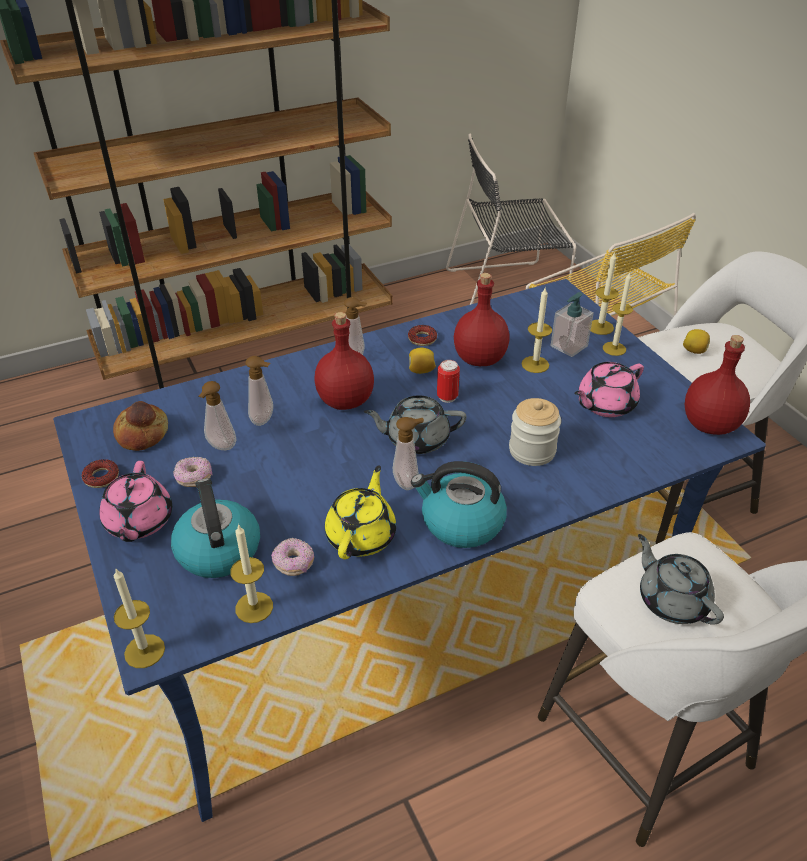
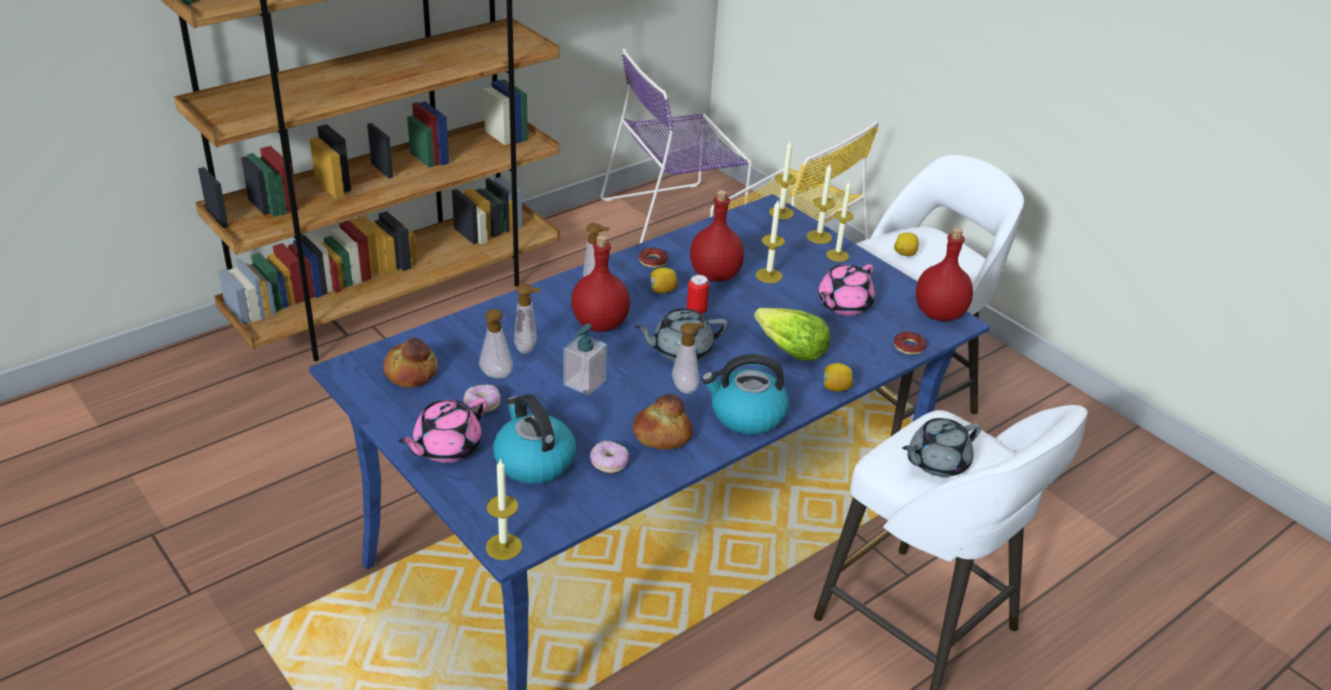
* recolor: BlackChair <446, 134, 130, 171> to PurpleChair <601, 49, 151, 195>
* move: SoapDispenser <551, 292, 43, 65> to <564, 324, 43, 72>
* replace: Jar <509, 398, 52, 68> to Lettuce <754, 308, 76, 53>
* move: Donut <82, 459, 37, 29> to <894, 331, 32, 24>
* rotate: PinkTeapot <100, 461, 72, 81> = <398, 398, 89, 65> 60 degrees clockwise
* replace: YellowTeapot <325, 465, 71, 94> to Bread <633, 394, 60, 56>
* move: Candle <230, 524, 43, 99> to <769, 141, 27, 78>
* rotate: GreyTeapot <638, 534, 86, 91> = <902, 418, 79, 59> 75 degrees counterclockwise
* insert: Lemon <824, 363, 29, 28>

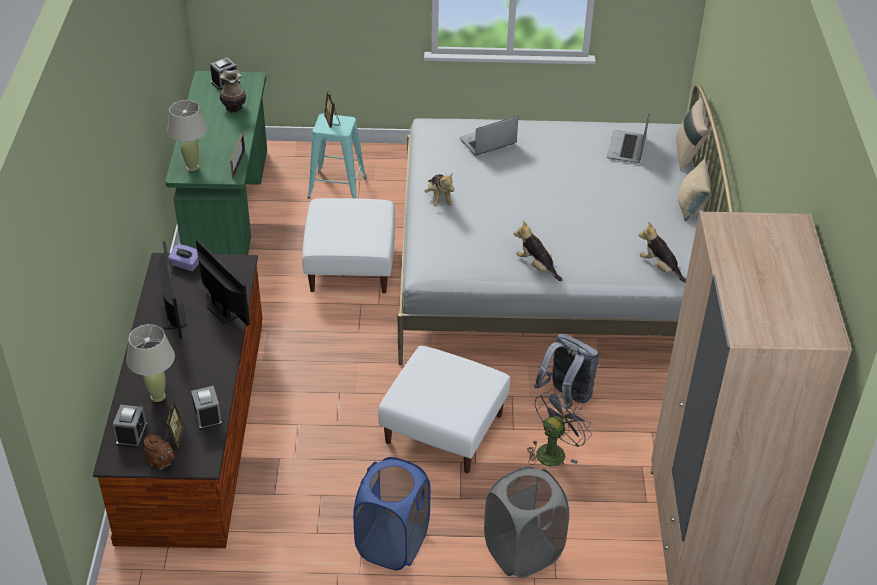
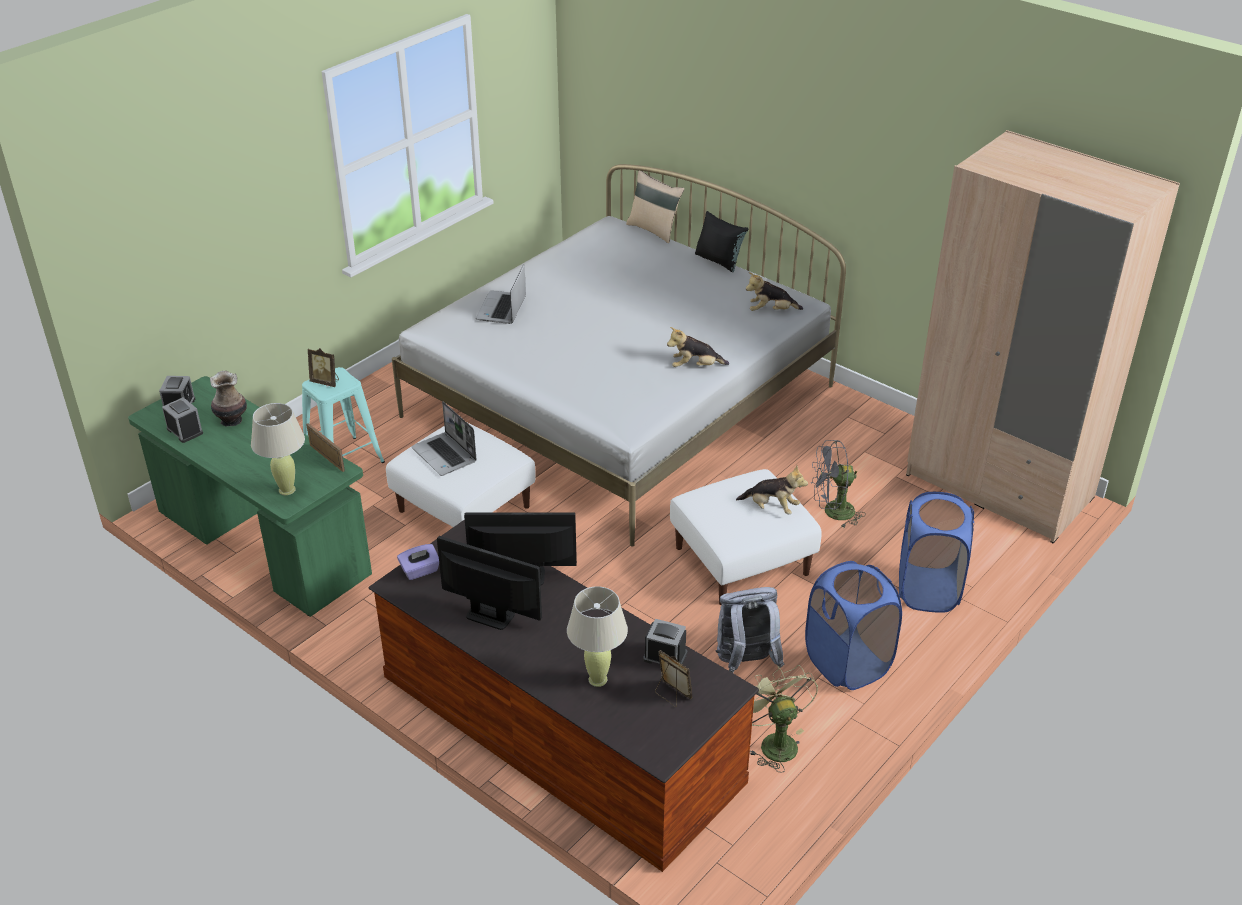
* move: Laptop <607, 109, 43, 54> to <412, 402, 65, 74>
* recolor: BeigePillow <678, 159, 33, 63> to BlackPillow <695, 211, 53, 61>
* move: PlushToy <425, 173, 29, 34> to <736, 465, 72, 50>
* move: GreyBackpack <534, 334, 66, 75> to <716, 587, 68, 86>
* rotate: GreyFan <527, 388, 65, 78> = <811, 440, 55, 88> 90 degrees counterclockwise
* move: AlarmClock <113, 405, 34, 43> to <162, 397, 41, 46>
* delete: BrownTeapot <144, 435, 31, 35>
* recolor: GreyLaundryBasket <484, 466, 85, 112> to BlueLaundryBasket <899, 492, 75, 121>
* insert: GreenFan <750, 665, 68, 108>

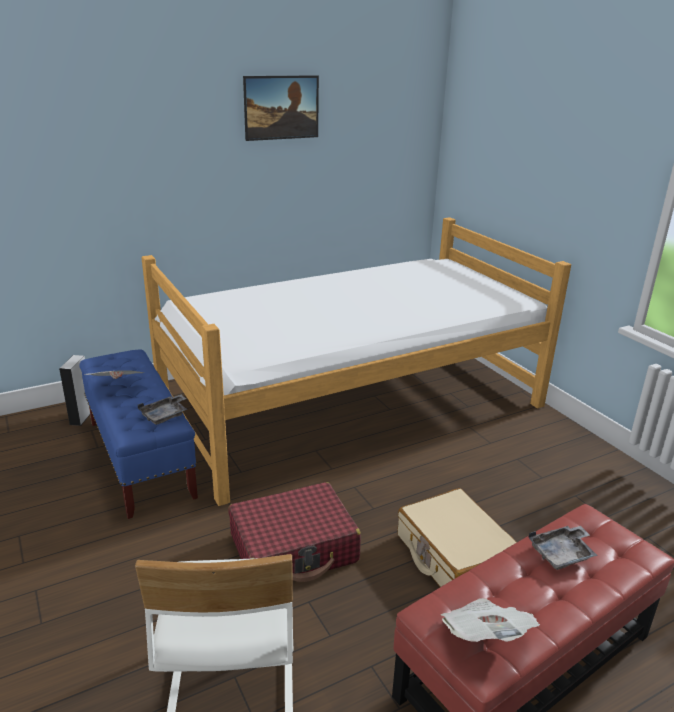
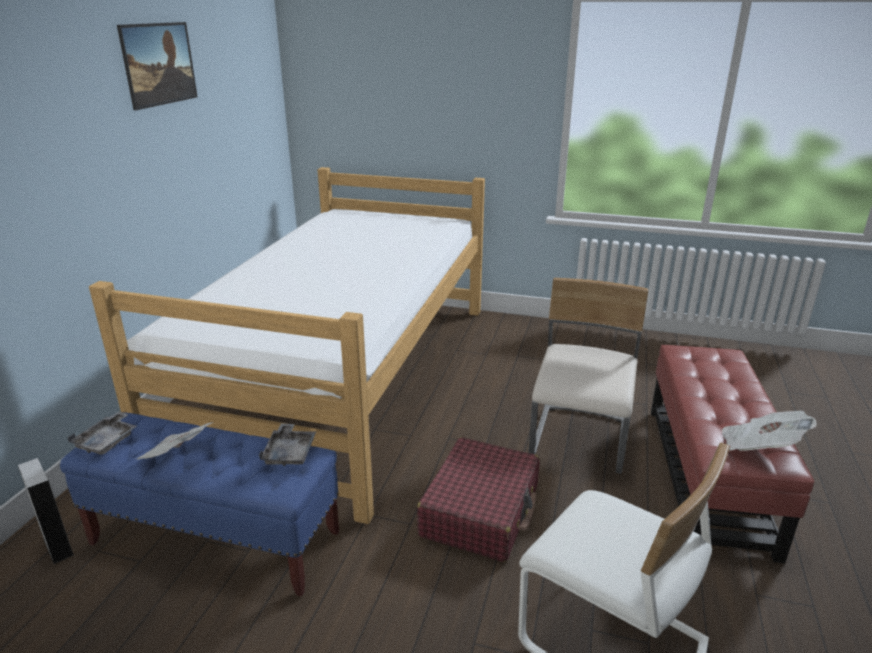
* replace: BeigeSuitcase <398, 488, 119, 99> to BeigeChair <528, 278, 120, 196>
* move: GreyTray <528, 526, 70, 44> to <67, 411, 70, 44>

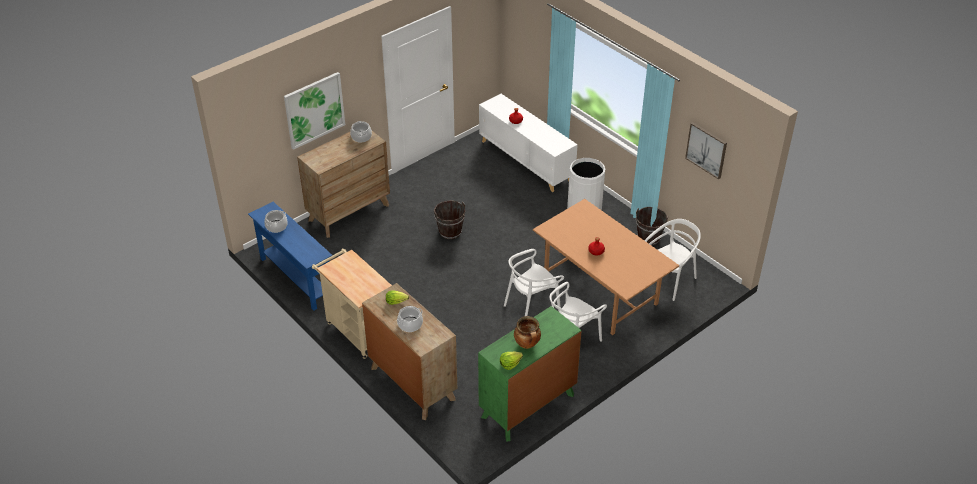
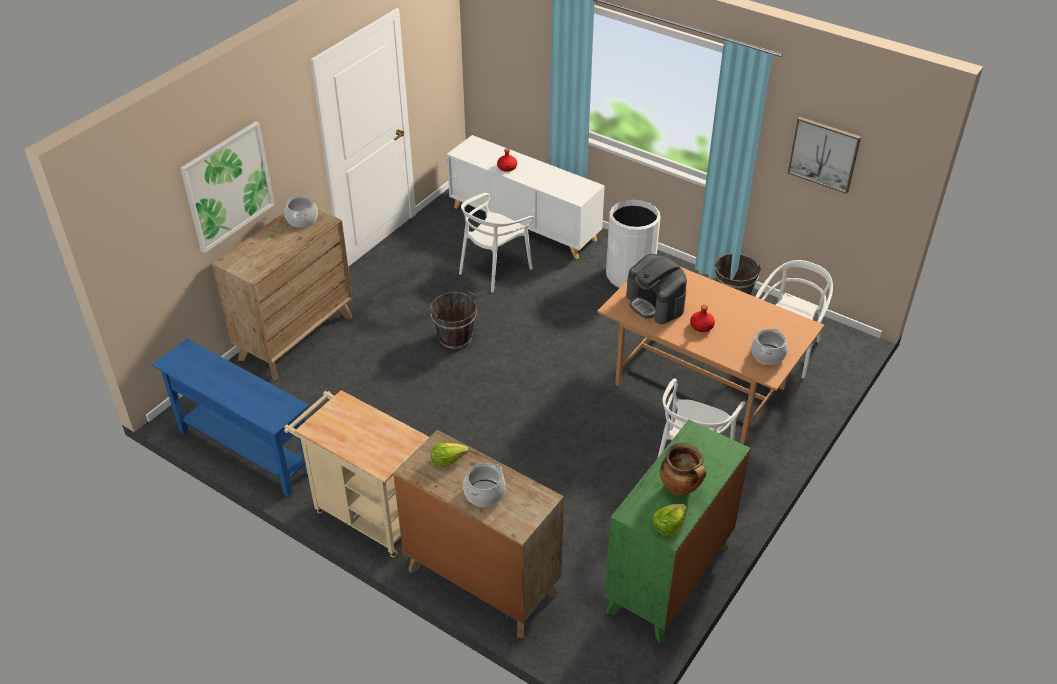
* move: CookingPot <264, 210, 24, 23> to <751, 329, 37, 36>
* move: WhiteChair <504, 249, 60, 67> to <459, 193, 76, 100>
* insert: CoffeeMachine <626, 254, 61, 70>

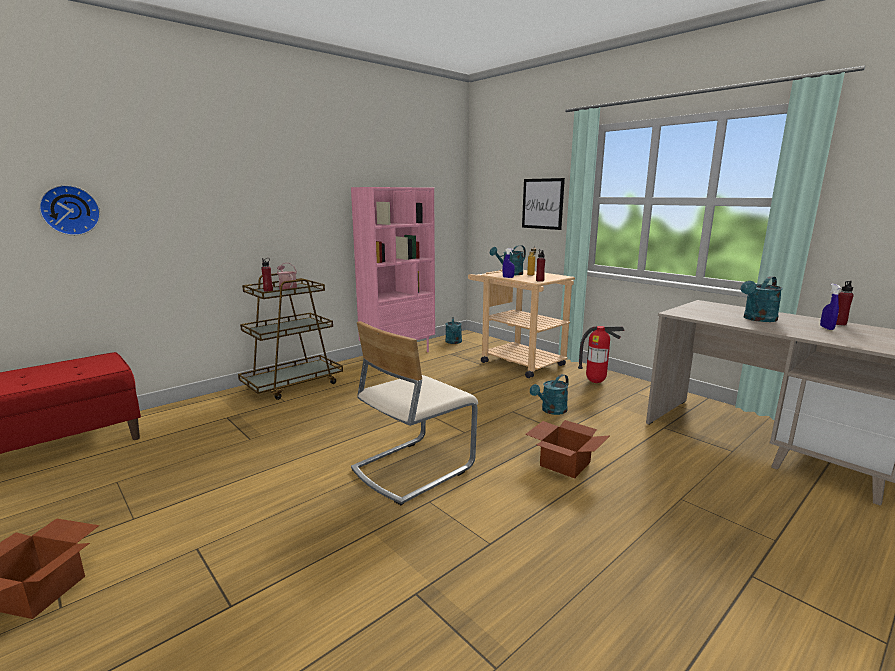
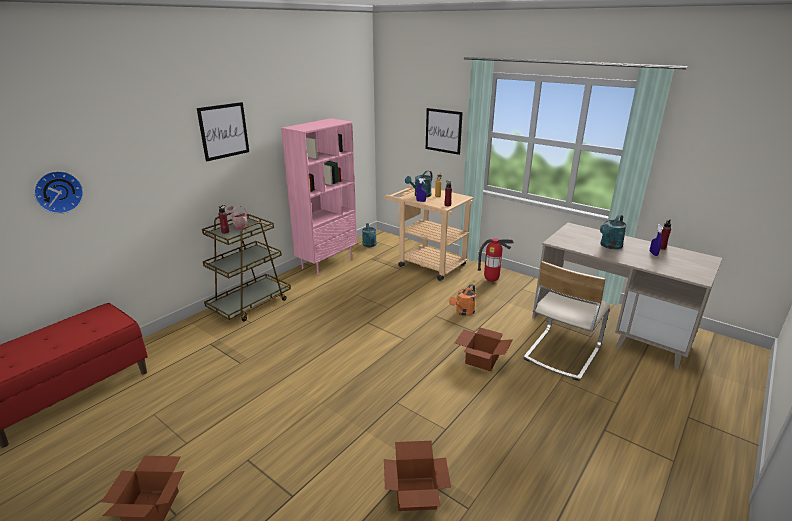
* move: BeigeChair <351, 321, 127, 184> to <523, 261, 87, 120>
* recolor: TurquoiseWateringCan <530, 374, 39, 41> to OrangeWateringCan <449, 284, 27, 32>
* insert: Picture <197, 102, 52, 59>
* insert: CardboardBox <384, 441, 67, 70>

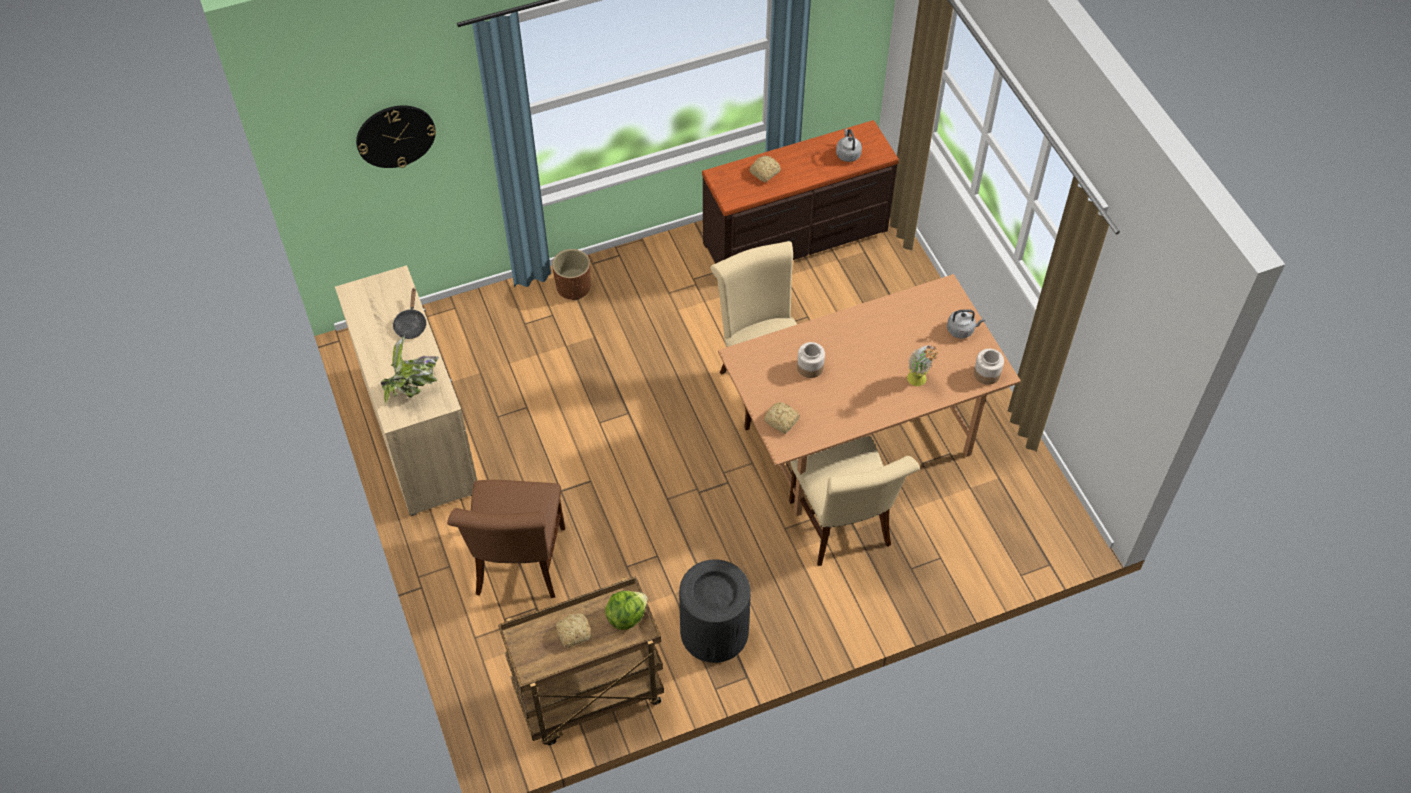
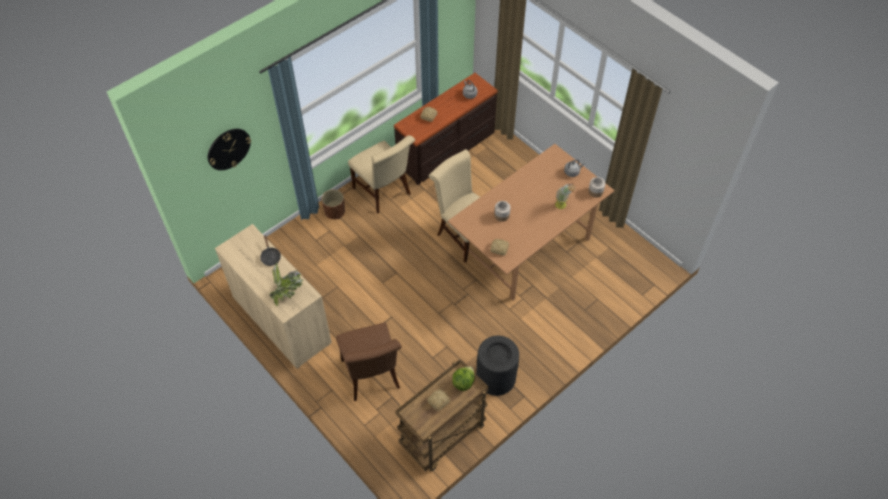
* move: BeigeChair <789, 436, 131, 130> to <348, 135, 67, 79>

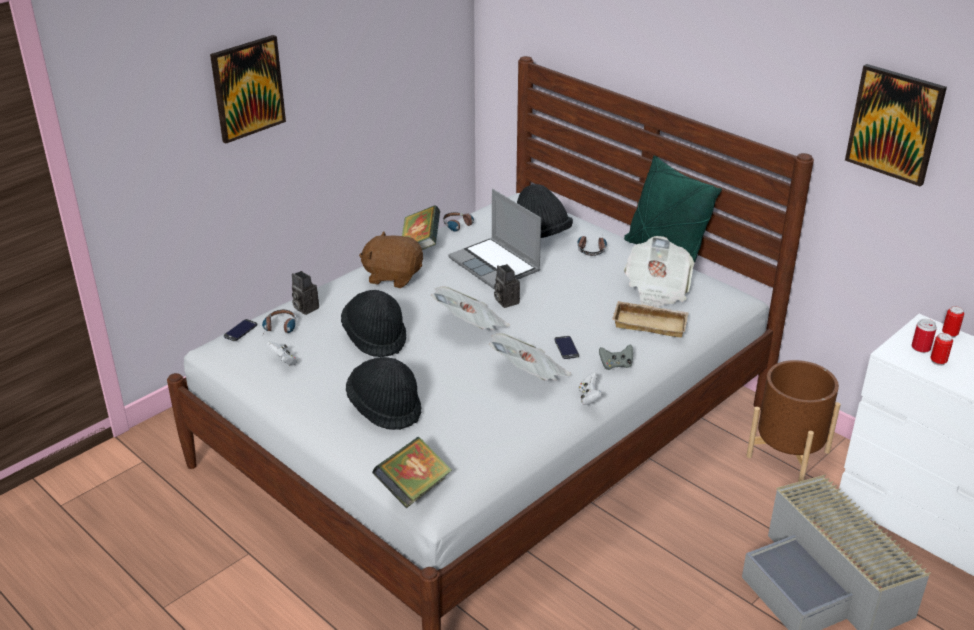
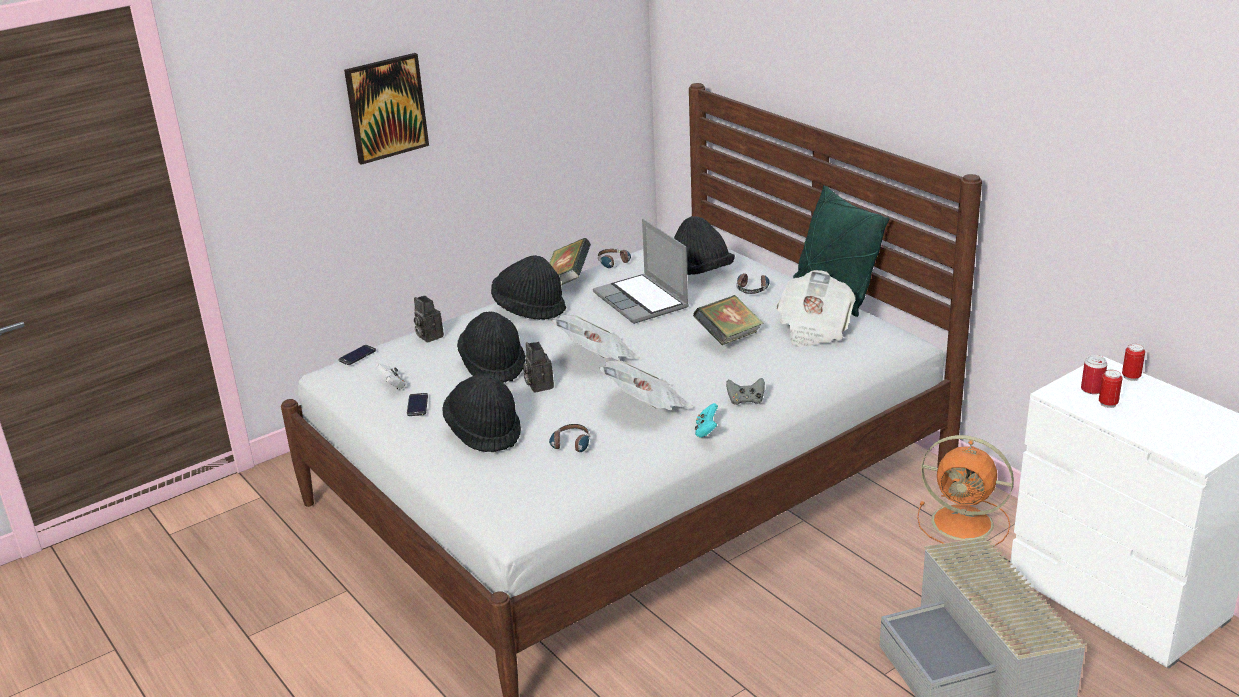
* delete: Picture <845, 64, 102, 122>
* replace: BrownPlushToy <359, 231, 64, 57> to BlackHat <491, 255, 75, 65>
* move: PhotoCamera <494, 264, 26, 44> to <523, 342, 31, 51>
* delete: BeigeTray <612, 301, 77, 36>
* move: Headphones <262, 310, 34, 27> to <549, 424, 41, 30>
* move: Phone <554, 336, 25, 23> to <407, 393, 21, 23>
* replace: BrownPlanter <746, 360, 95, 122> to OrangeFan <917, 435, 97, 112>
* recolor: WhiteGameController <578, 372, 25, 33> to TurquoiseGameController <695, 403, 23, 35>
* move: Book <372, 437, 80, 71> to <693, 295, 70, 50>

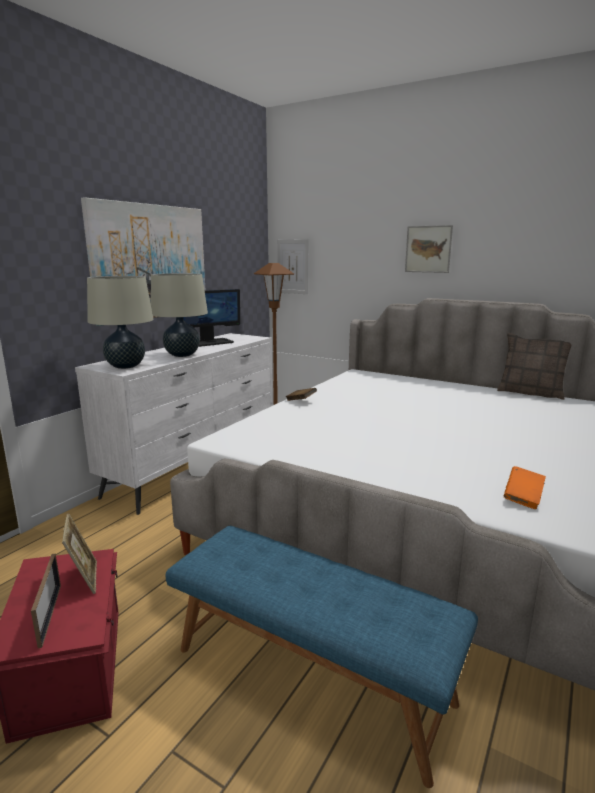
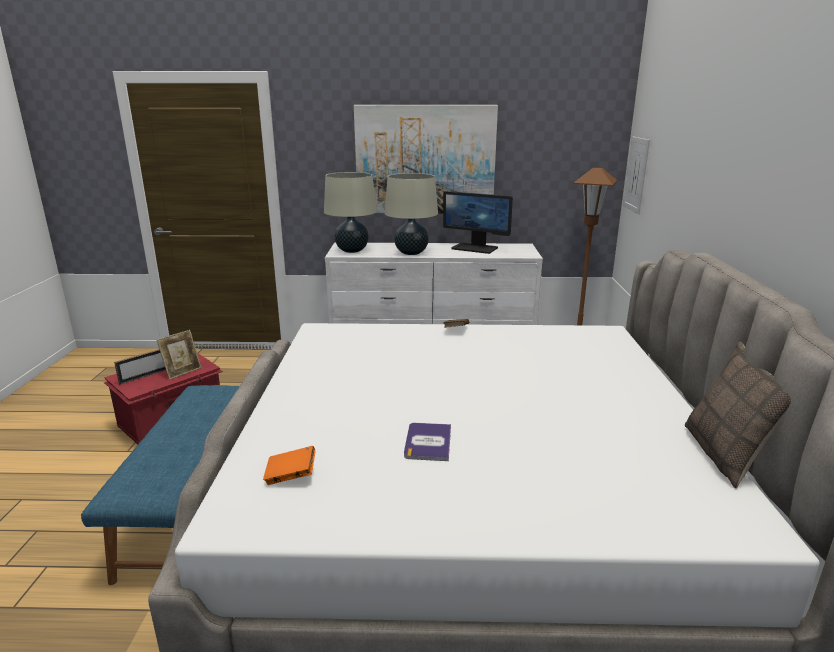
* delete: Picture <405, 225, 48, 48>
* insert: Book <404, 423, 47, 38>

